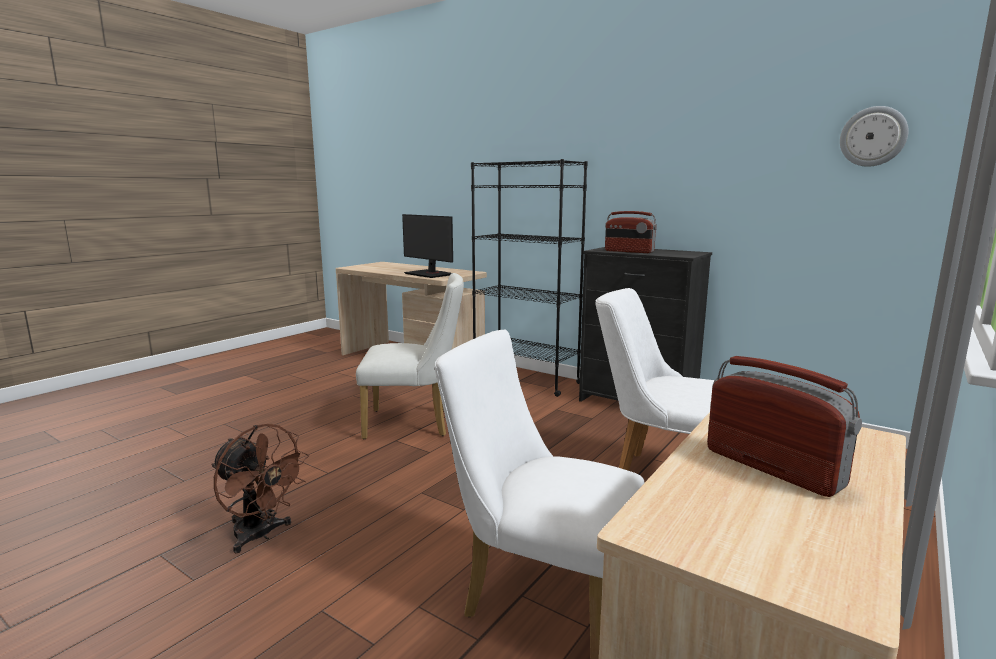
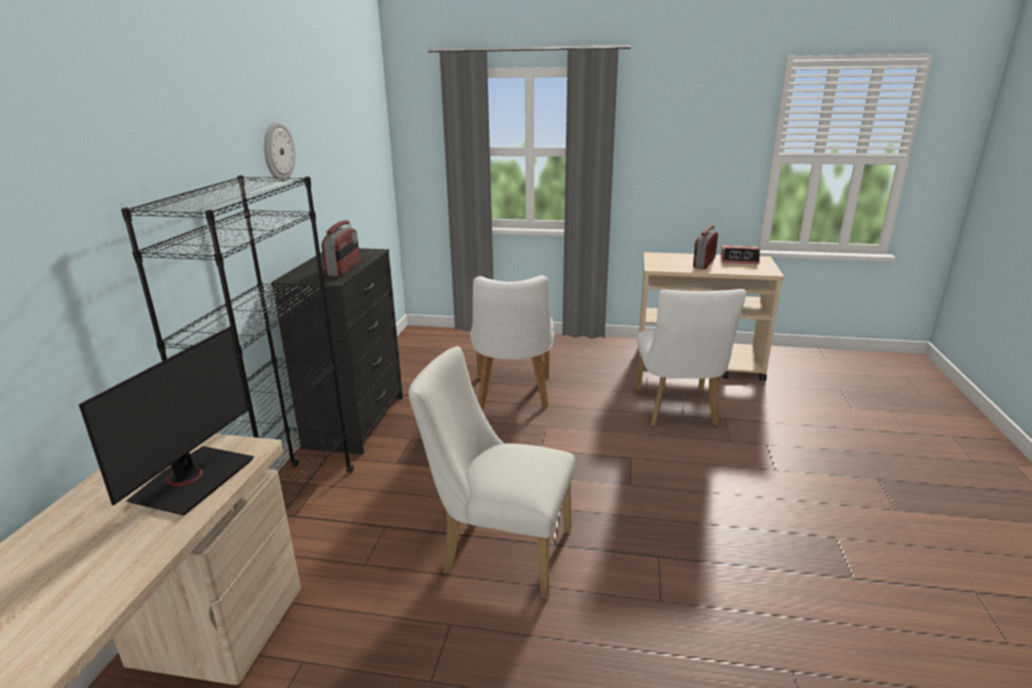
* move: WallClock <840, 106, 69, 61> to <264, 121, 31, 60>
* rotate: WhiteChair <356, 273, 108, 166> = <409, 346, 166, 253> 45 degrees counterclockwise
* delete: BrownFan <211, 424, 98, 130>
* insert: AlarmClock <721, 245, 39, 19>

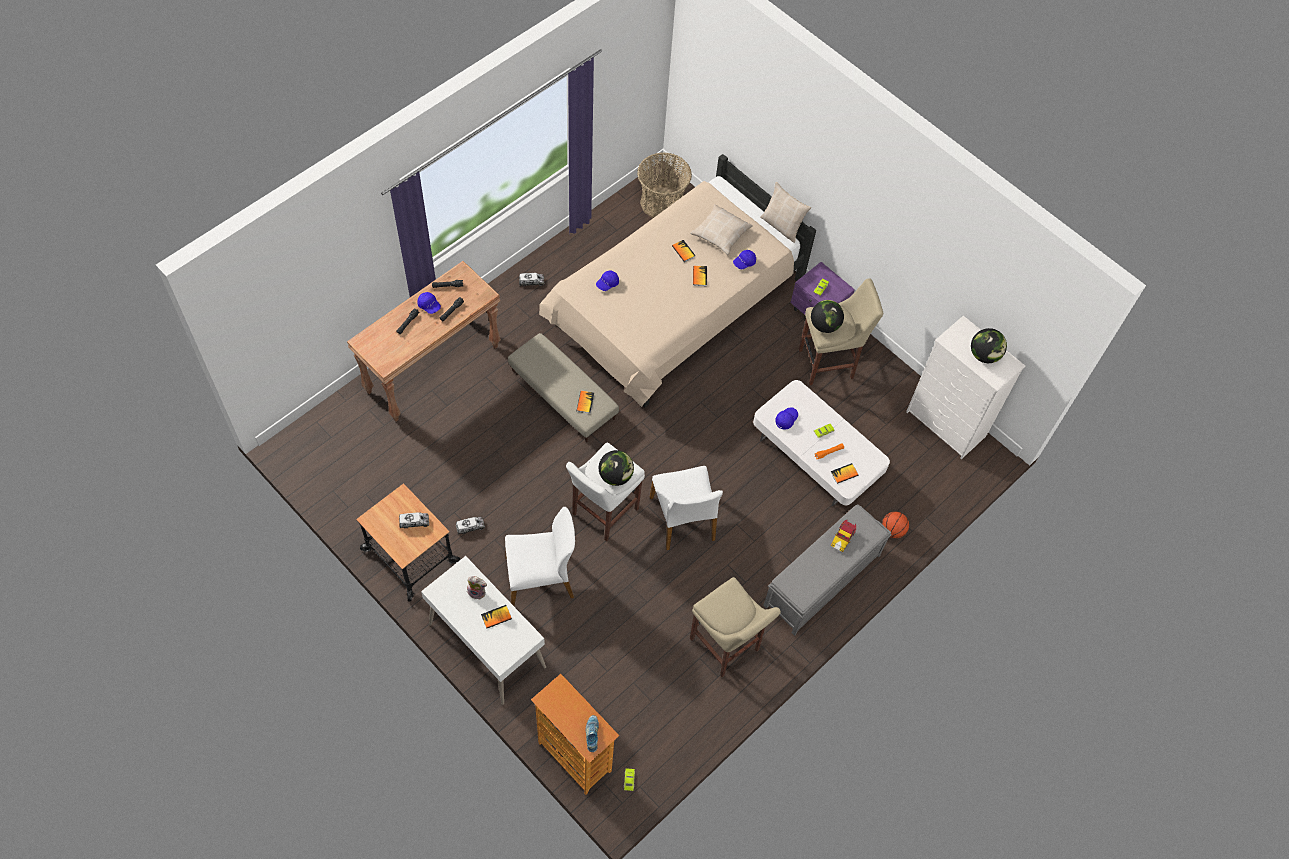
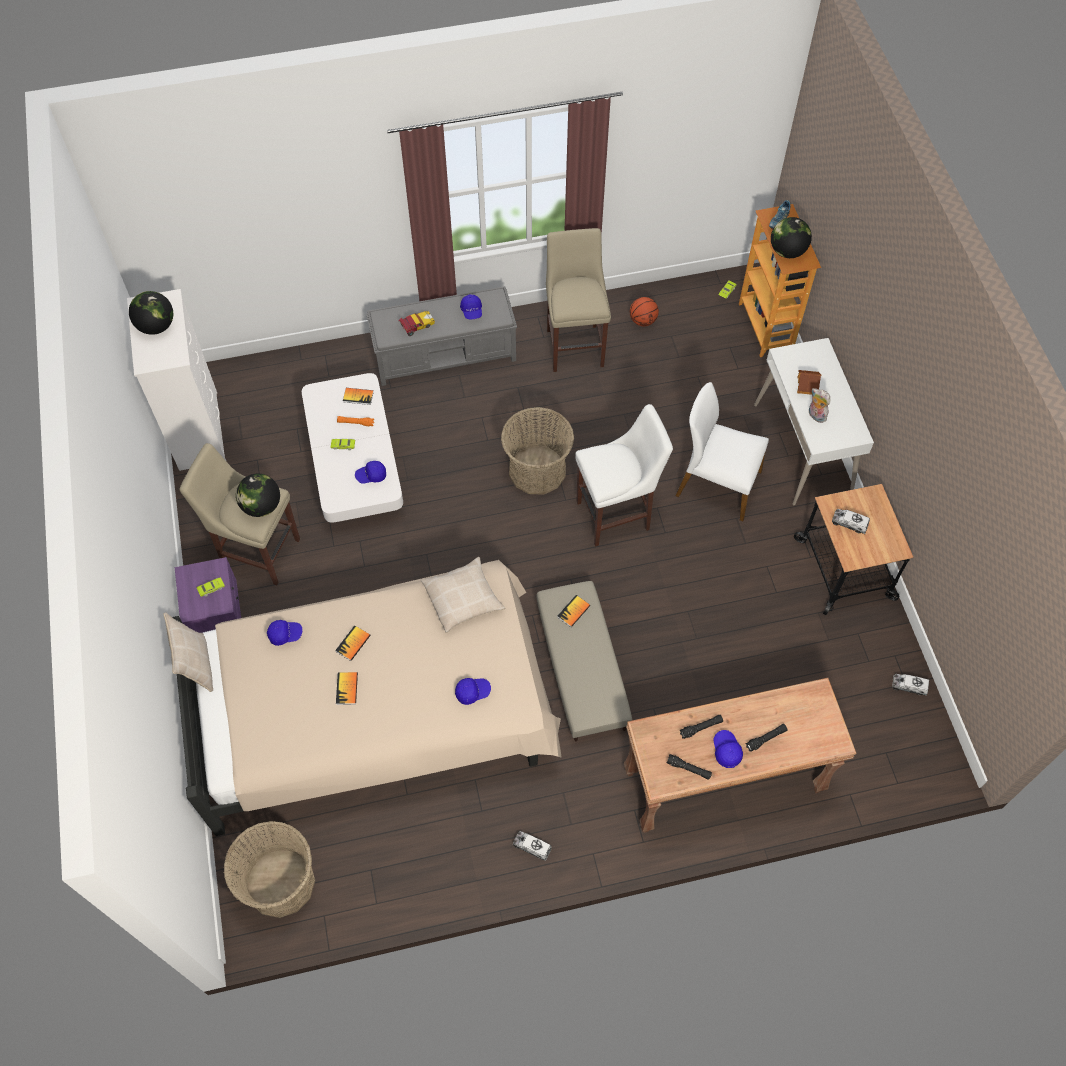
* move: BeigePillow <690, 204, 63, 51> to <421, 557, 84, 76>
* move: Globe <599, 450, 35, 36> to <771, 217, 41, 41>
* replace: WhiteChair <650, 466, 73, 84> to Basket <501, 407, 73, 88>
* move: Basketball <882, 512, 27, 26> to <630, 297, 29, 29>
* move: ToyTruck <456, 517, 29, 17> to <892, 674, 37, 22>
* replace: Book <481, 605, 31, 24> to ToyHouse <797, 370, 24, 25>
* insert: BlueCap <460, 295, 22, 24>

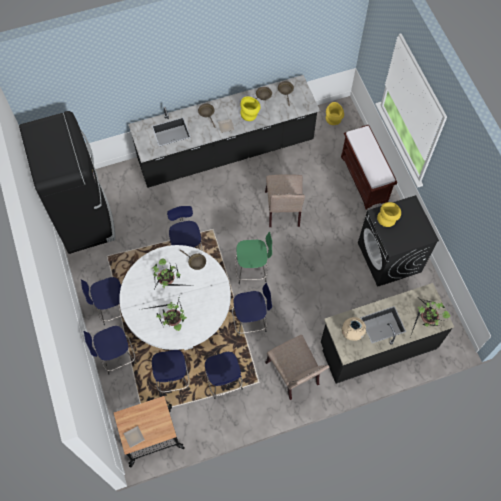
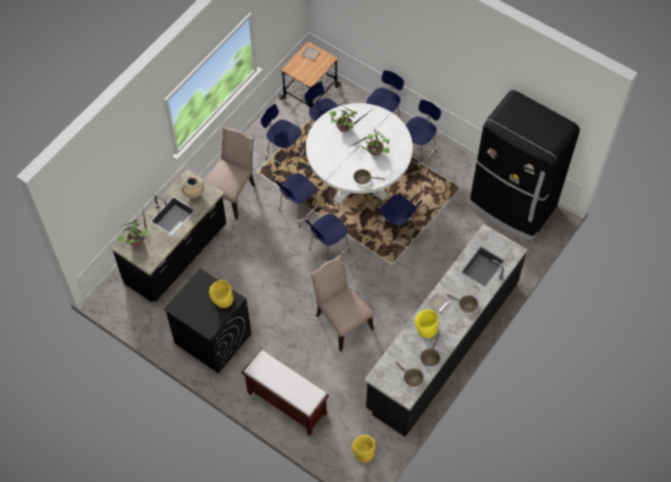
* recolor: GreenStool <235, 231, 37, 53> to BlueStool <306, 214, 44, 48>
* rotate: BeigeChair <265, 335, 65, 65> = <205, 126, 50, 94> 90 degrees clockwise

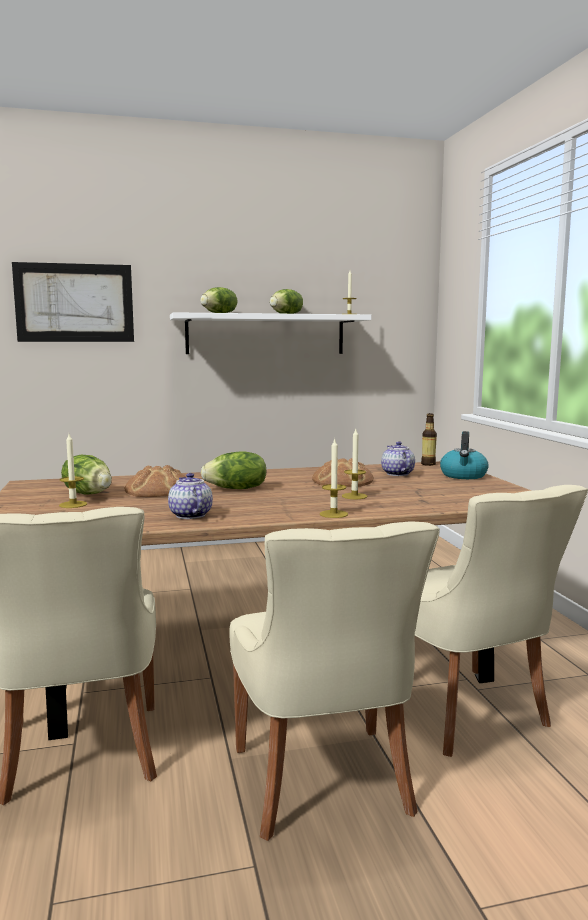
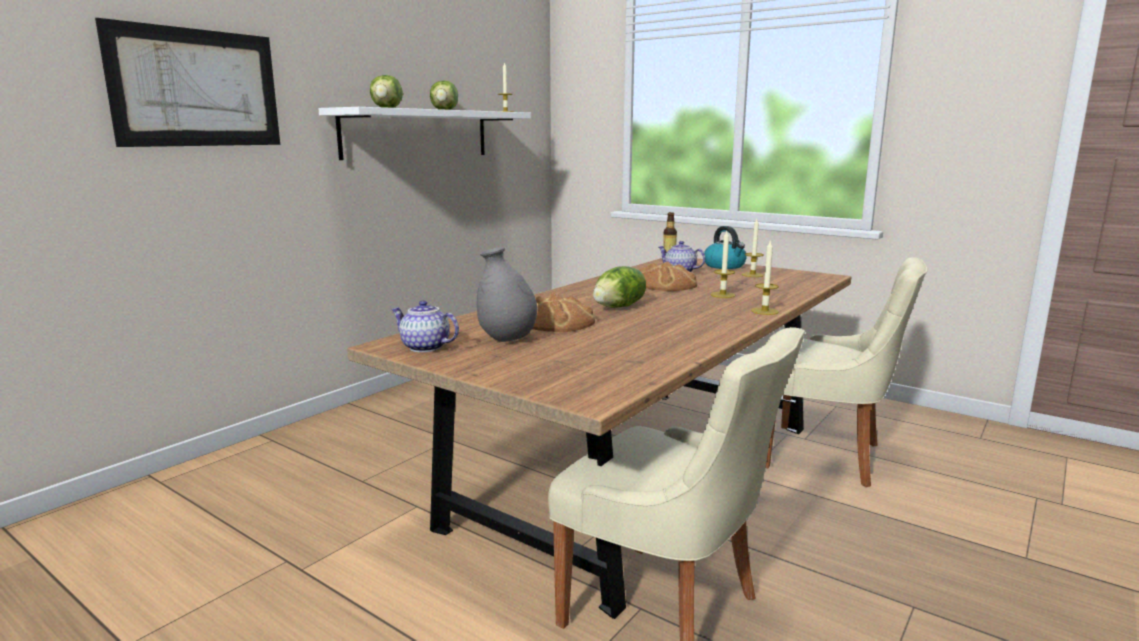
* move: Candle <59, 434, 28, 74> to <742, 219, 22, 58>
* replace: Lettuce <61, 455, 51, 40> to GreyVase <477, 247, 60, 95>
* move: Teapot <168, 473, 45, 46> to <391, 300, 68, 52>
* delete: BeigeChair <229, 521, 211, 320>

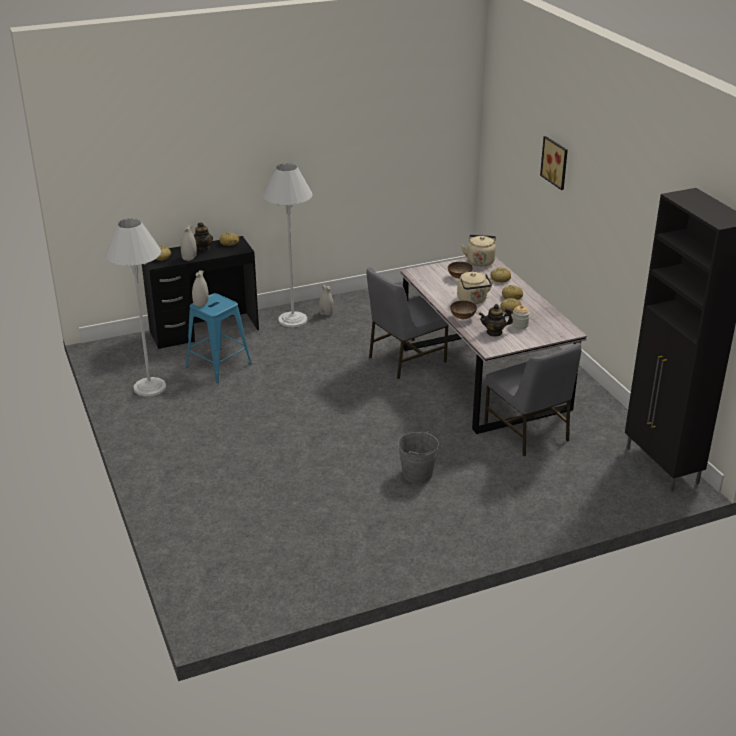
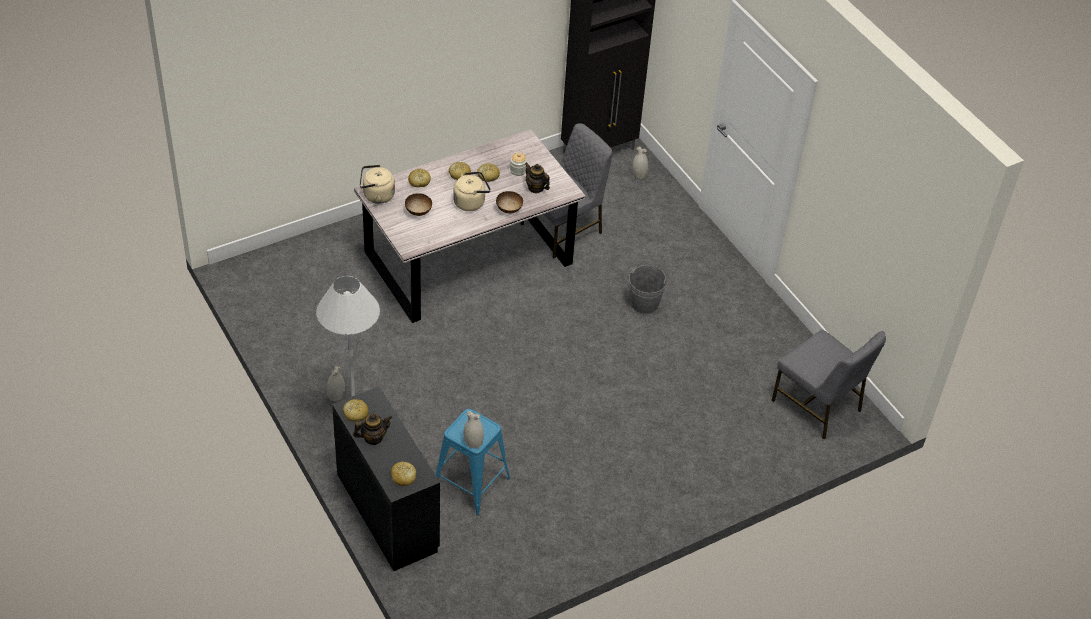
* delete: Picture <540, 136, 28, 54>
* delete: WhiteFloorLamp <105, 218, 61, 178>
* move: WhiteVase <181, 225, 16, 36> to <632, 146, 16, 33>
* move: GreyChair <367, 268, 81, 111> to <771, 330, 115, 109>
* rotate: Teapot <479, 304, 34, 33> = <525, 163, 25, 30> 150 degrees clockwise

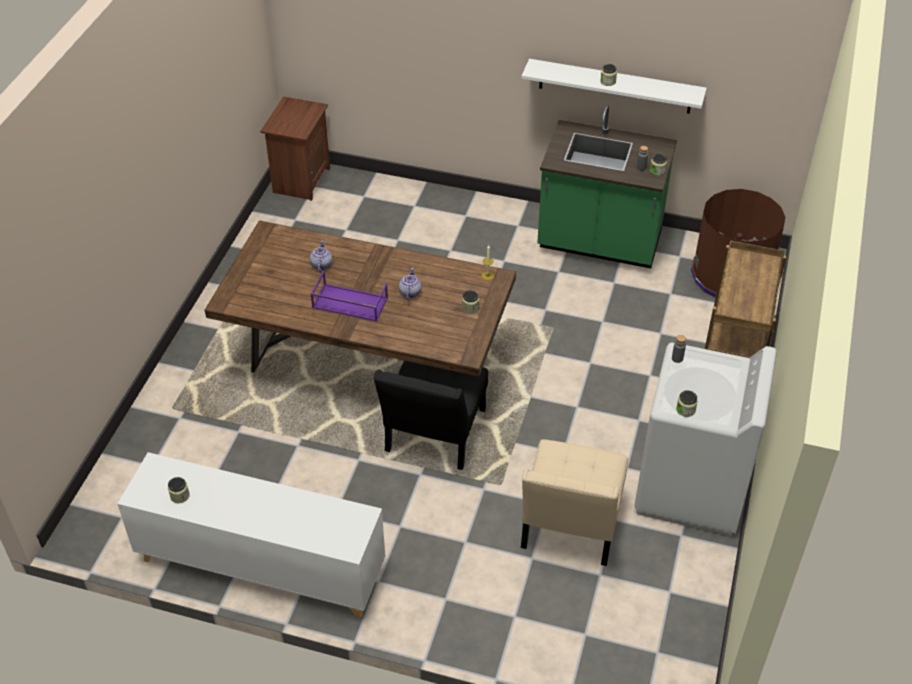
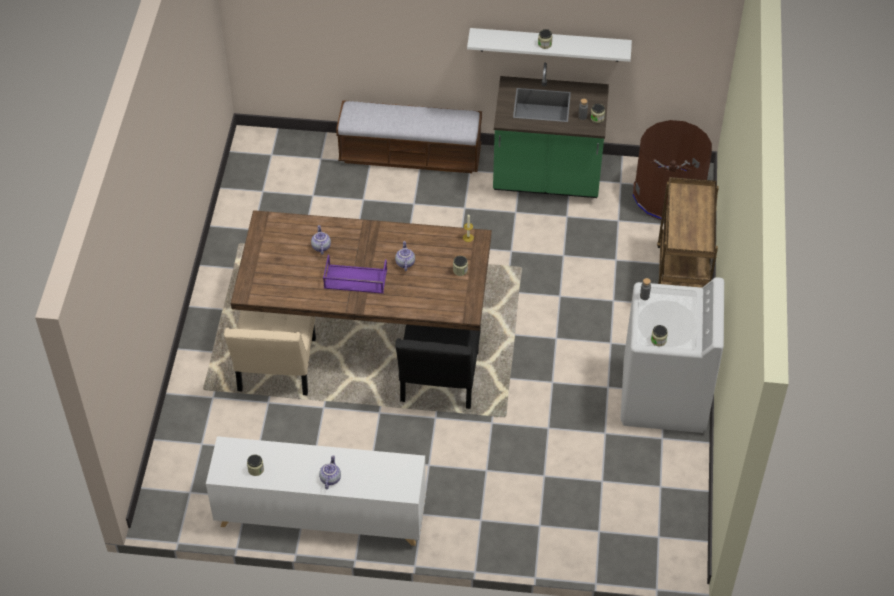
* delete: BrownNightstand <260, 96, 70, 105>
* move: BeigeChair <521, 439, 107, 127> to <224, 310, 92, 85>
* insert: Bench <336, 100, 146, 73>
* insert: Teapot <319, 455, 22, 34>

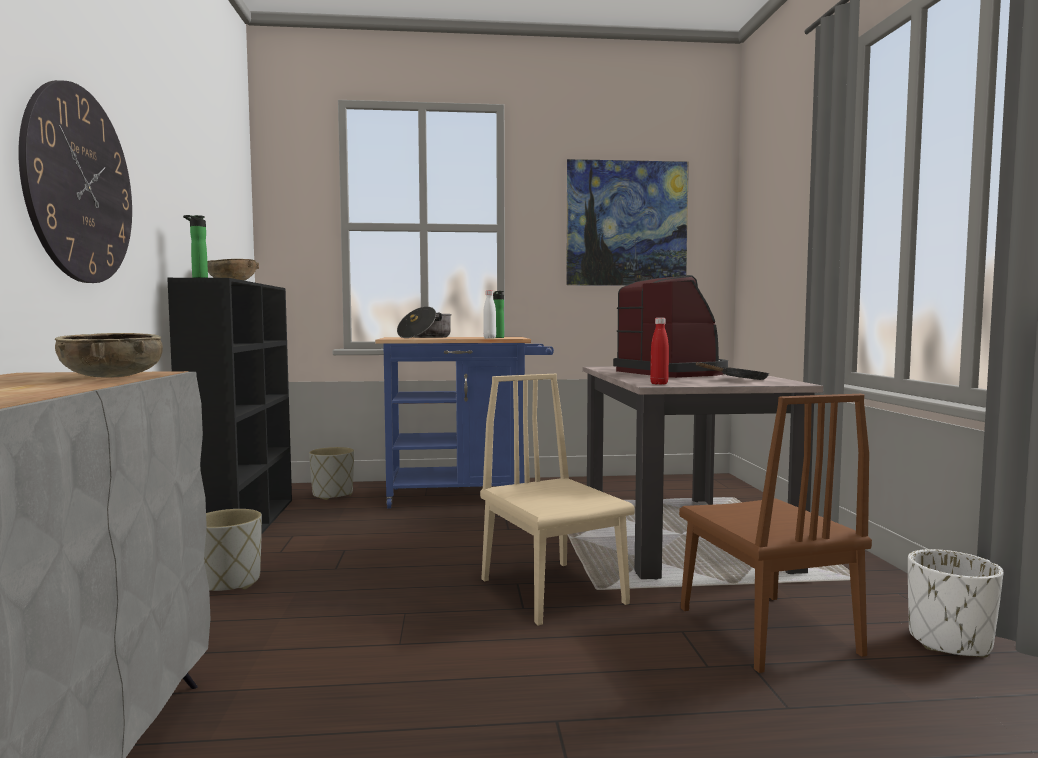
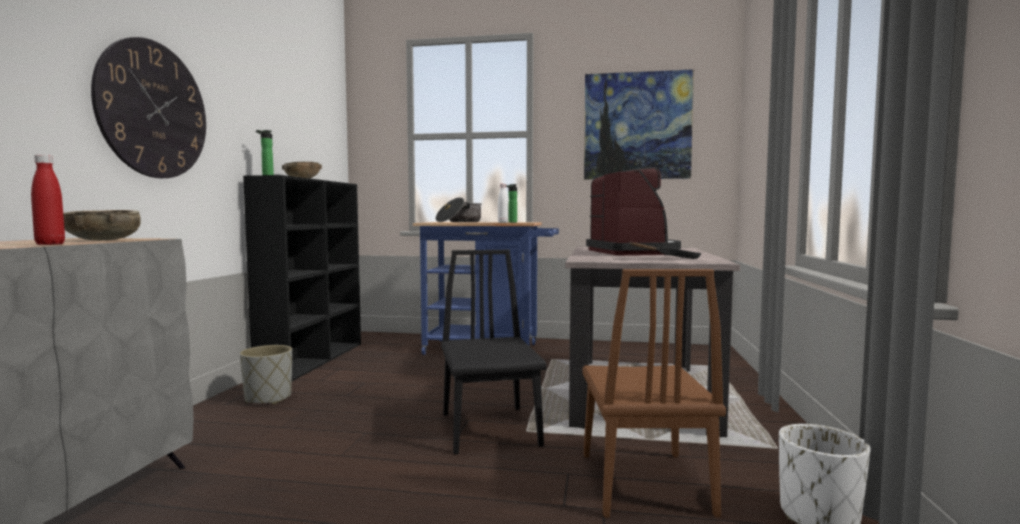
* move: RedBottle <650, 318, 19, 67> to <31, 154, 34, 91>
* recolor: BeigeChair <480, 374, 155, 252> to BlackChair <441, 250, 106, 204>
* delete: GreyPlanter <309, 447, 45, 53>

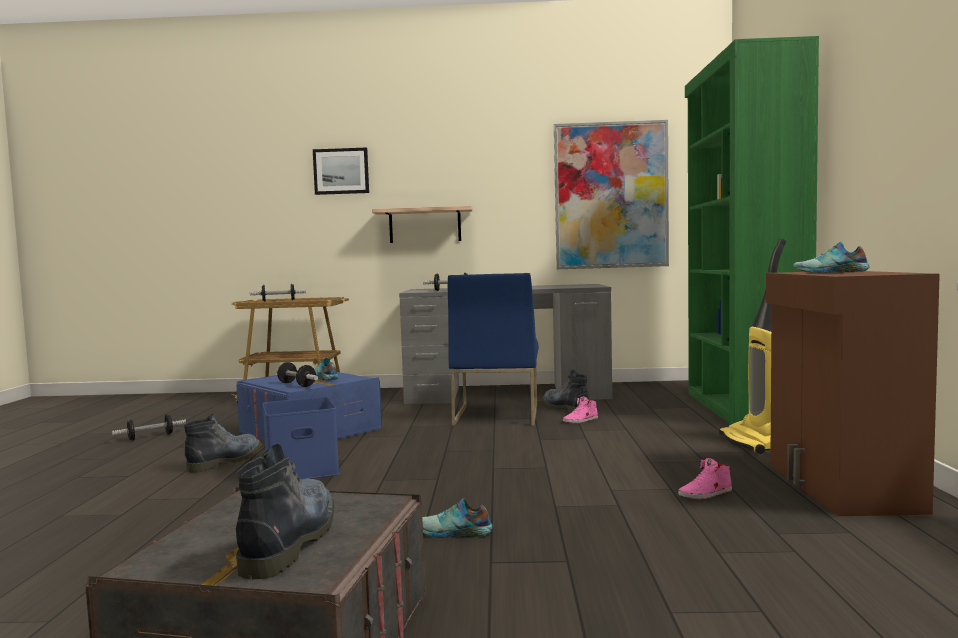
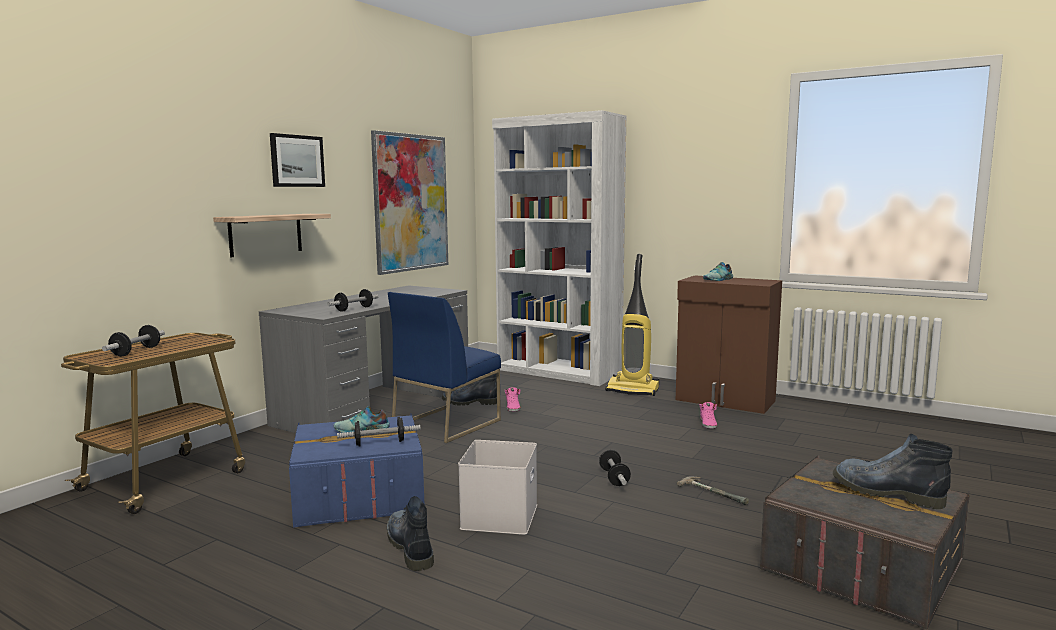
* recolor: GreenBookcase <685, 36, 134, 390> to WhiteBookcase <492, 110, 135, 276>
* move: Picture <313, 147, 56, 48> to <270, 133, 55, 54>
* rotate: BlueChair <448, 273, 90, 153> = <388, 292, 113, 151> 90 degrees clockwise
* recolor: BlueStorageBox <262, 396, 78, 84> to WhiteStorageBox <458, 440, 79, 95>
* move: Dumbbell <112, 414, 74, 27> to <599, 450, 32, 36>
* replace: Shoe <422, 498, 71, 40> to Hammer <677, 477, 72, 28>

